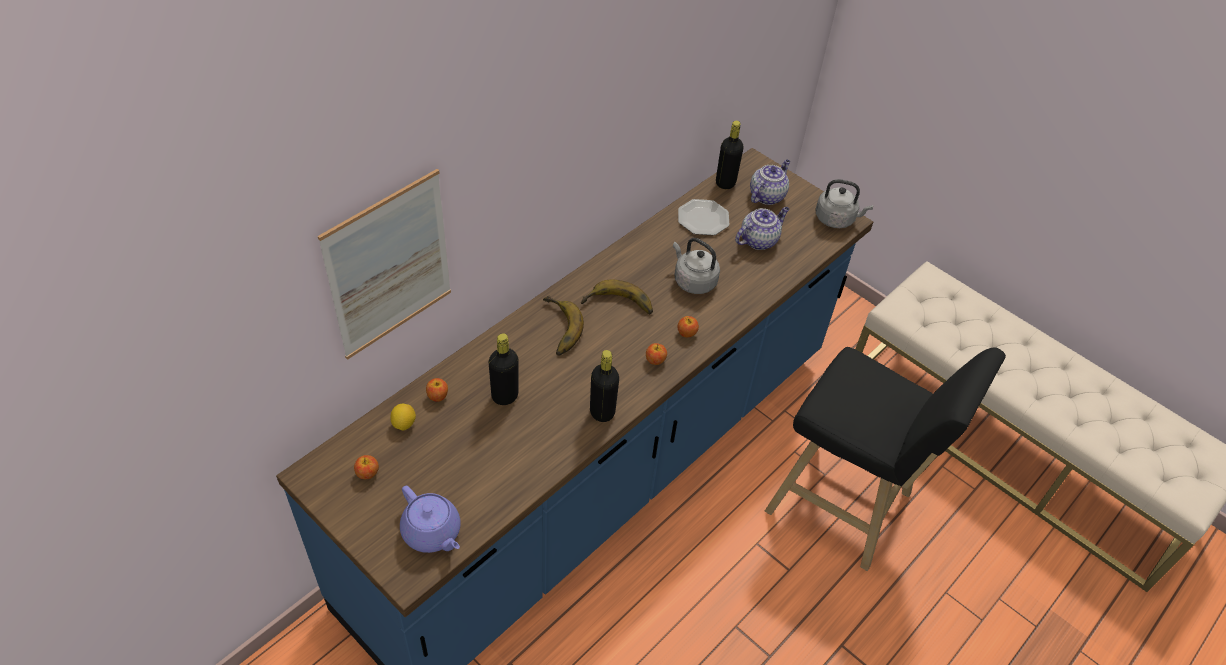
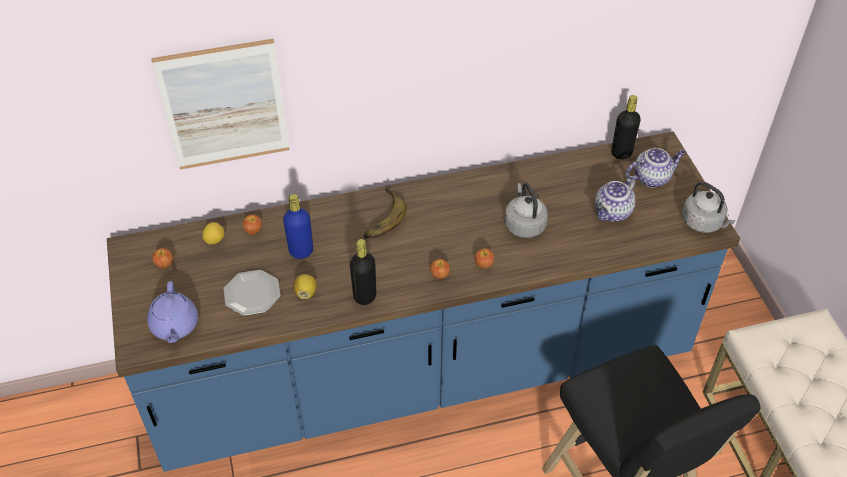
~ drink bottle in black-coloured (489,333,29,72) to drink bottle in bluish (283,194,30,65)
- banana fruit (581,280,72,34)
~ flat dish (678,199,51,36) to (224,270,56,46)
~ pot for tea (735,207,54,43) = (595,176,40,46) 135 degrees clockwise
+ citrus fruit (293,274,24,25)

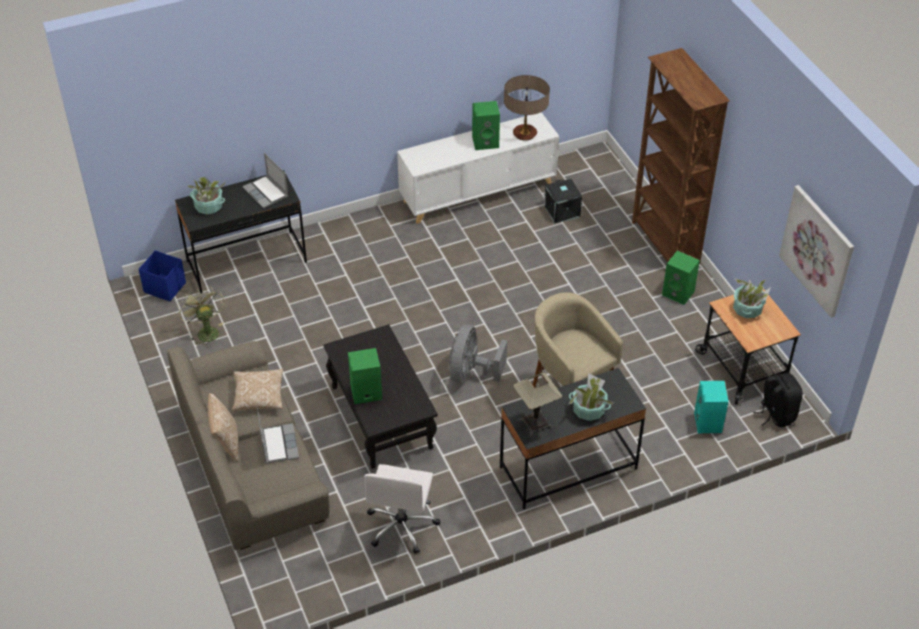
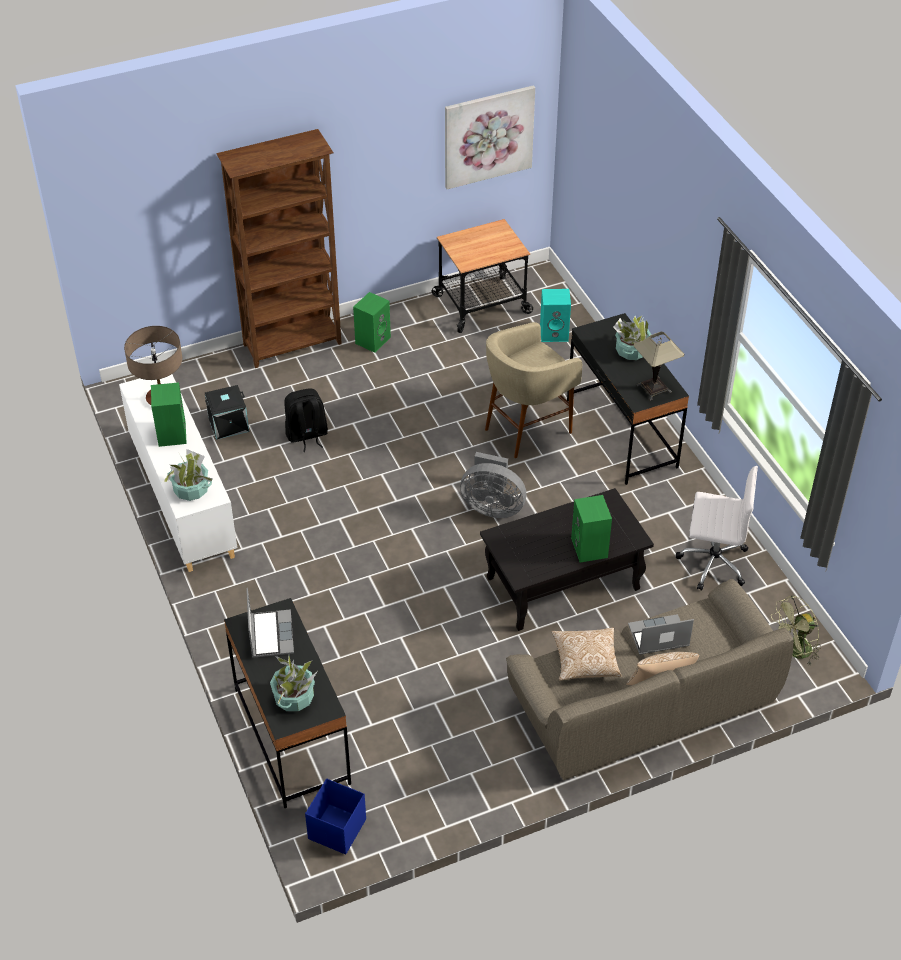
~ fan in greenish (177,286,47,62) to (771,595,50,70)
~ portable computer (243,153,45,55) = (246,588,48,70) 60 degrees counterclockwise
~ potted plant (733,278,38,40) to (163,449,50,52)
~ backpack in black-coloured (753,373,50,54) to (284,388,44,64)

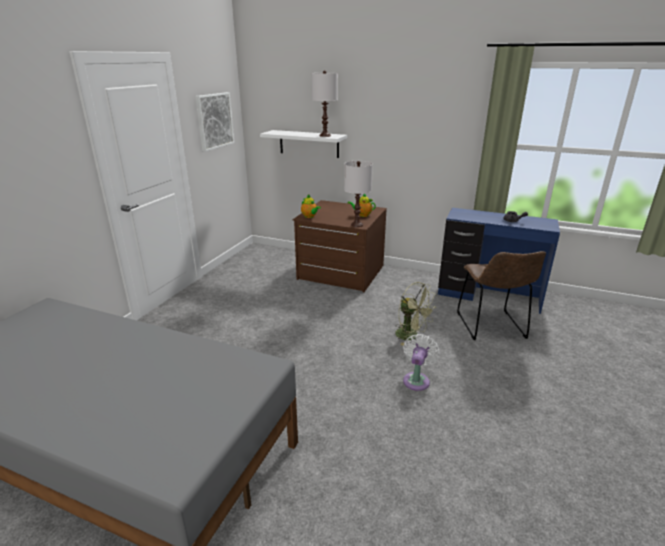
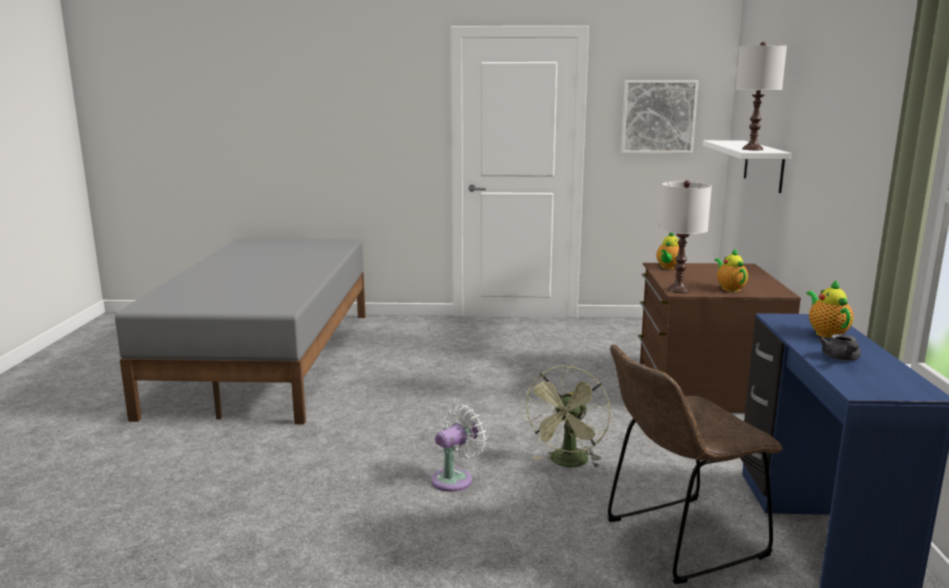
~ fan in white-coloured (403,334,37,57) = (431,404,56,88) 45 degrees counterclockwise
+ pot for tea (806,279,48,59)

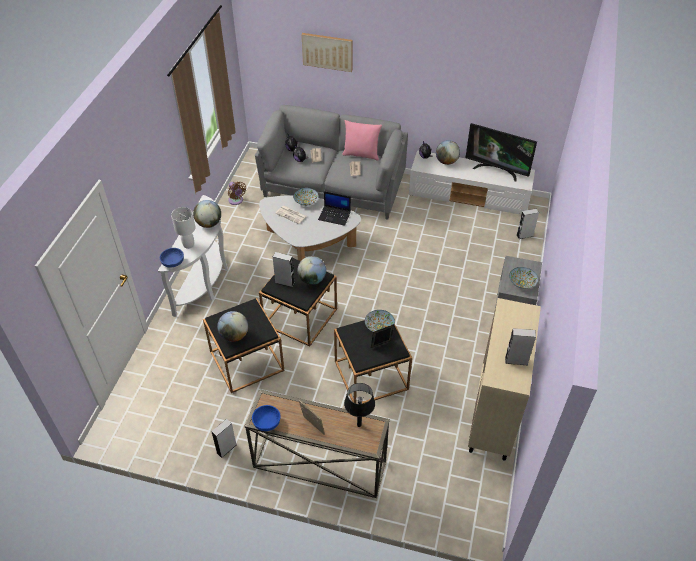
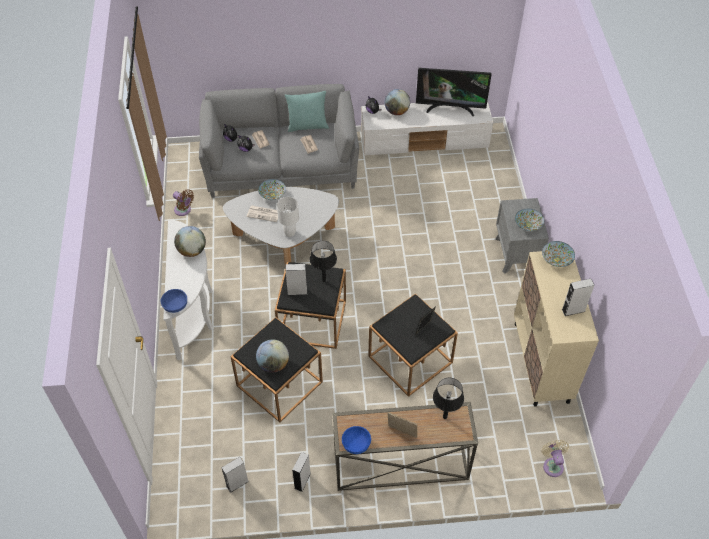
~ lamp for a table in white-coloured (171,207,25,42) to (277,197,22,40)
~ world globe (298,256,28,29) to lamp for a table in black-coloured (310,241,27,41)
- picture (302,33,51,39)
- portable computer (318,191,33,35)
~ cushion in pink-coloured (342,120,40,41) to cushion in turquoise-coloured (285,91,44,41)
~ deep dish (365,310,30,22) to (542,241,33,26)
~ speaker in greyish (516,208,23,31) to (221,457,28,36)
+ fan in beige-coloured (541,440,28,37)

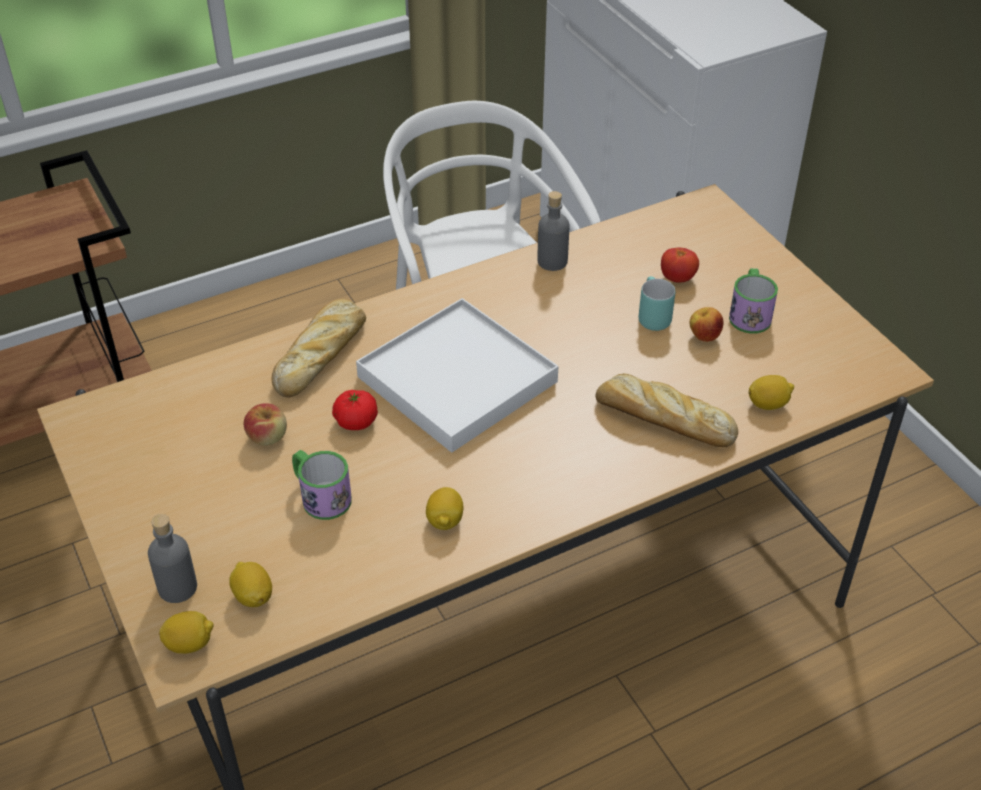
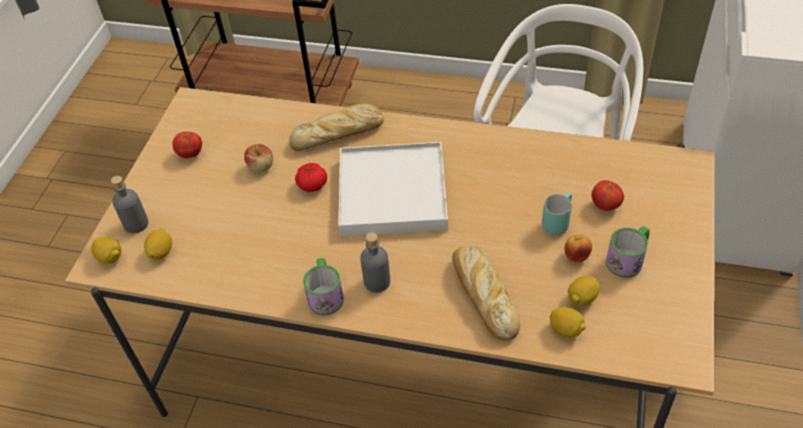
~ tea mug (292,450,60,70) to (303,258,41,57)
~ citrus fruit (426,487,38,43) to (568,276,32,30)
~ drink bottle in greyish (537,191,32,80) to (360,232,30,61)
+ fresh tomato (173,132,29,26)

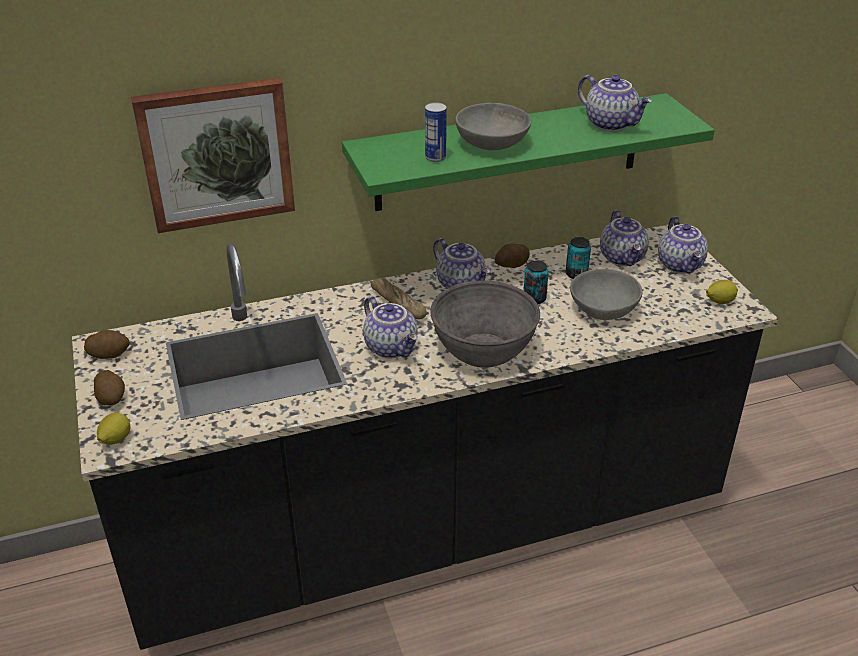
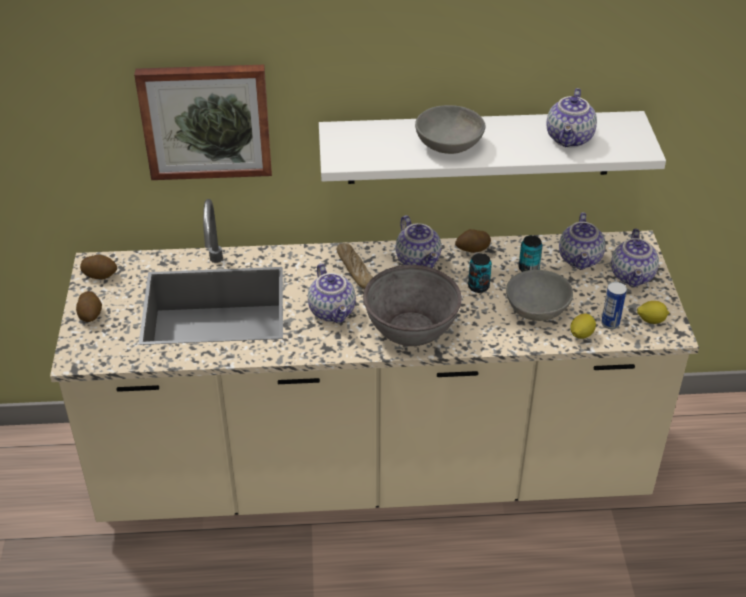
~ kitchen counter in black-coloured (72,224,706,426) to kitchen counter in beige-coloured (50,199,649,323)
~ citrus fruit (97,413,33,32) to (570,314,26,25)
~ wall shelf in greenish (342,93,373,118) to wall shelf in white-coloured (319,111,347,73)
~ metal can (425,102,22,60) to (601,282,26,47)
~ pot for tea (578,75,74,56) = (547,88,50,60) 45 degrees clockwise

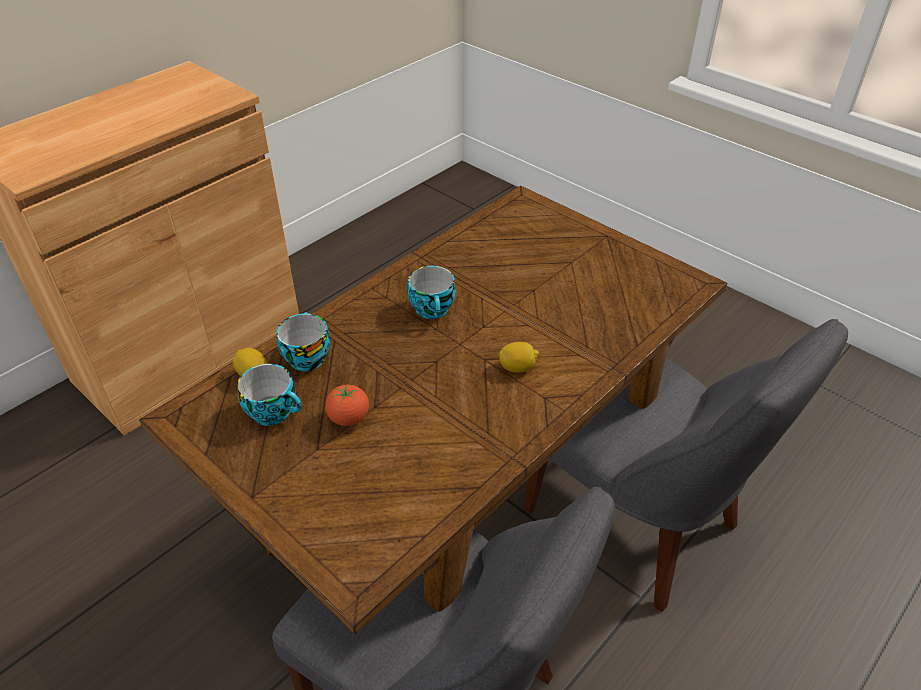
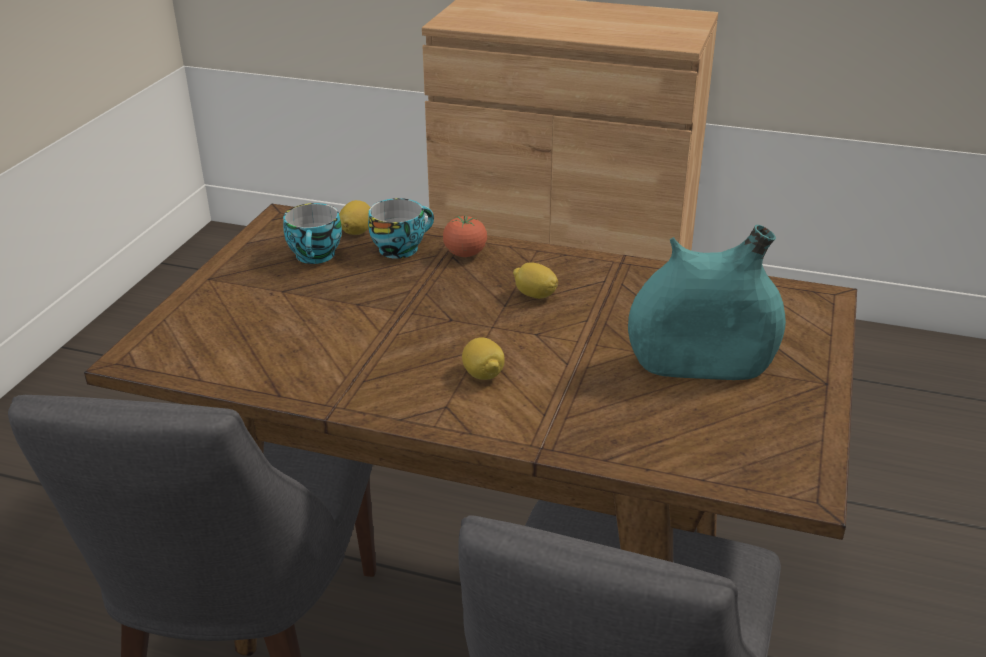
~ fresh tomato (325,384,44,42) to (443,215,44,42)
~ cup (407,266,49,53) to citrus fruit (513,262,45,37)
+ vase in turquoise-coloured (628,225,158,155)

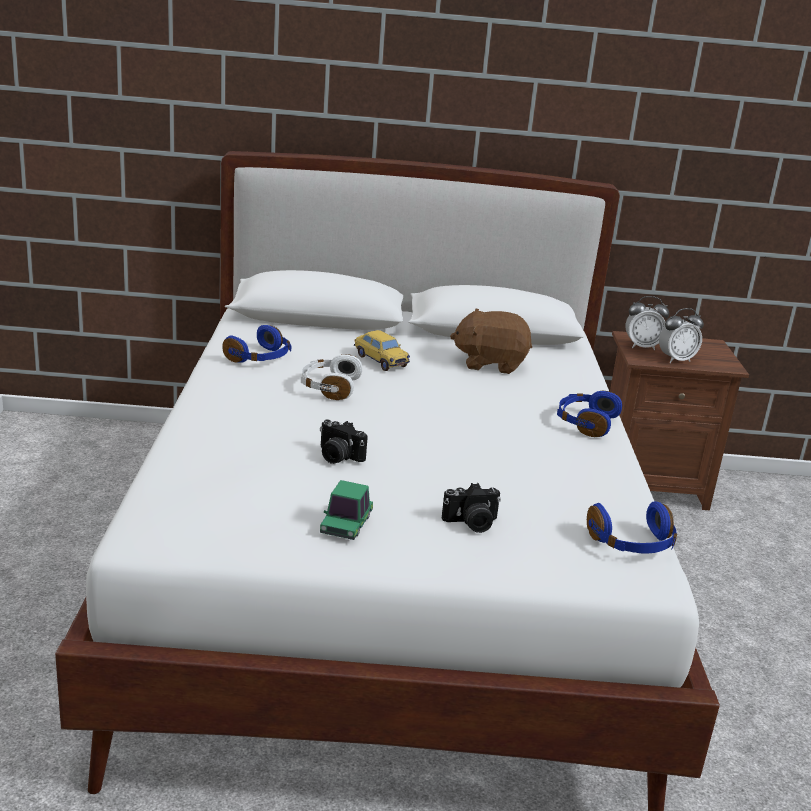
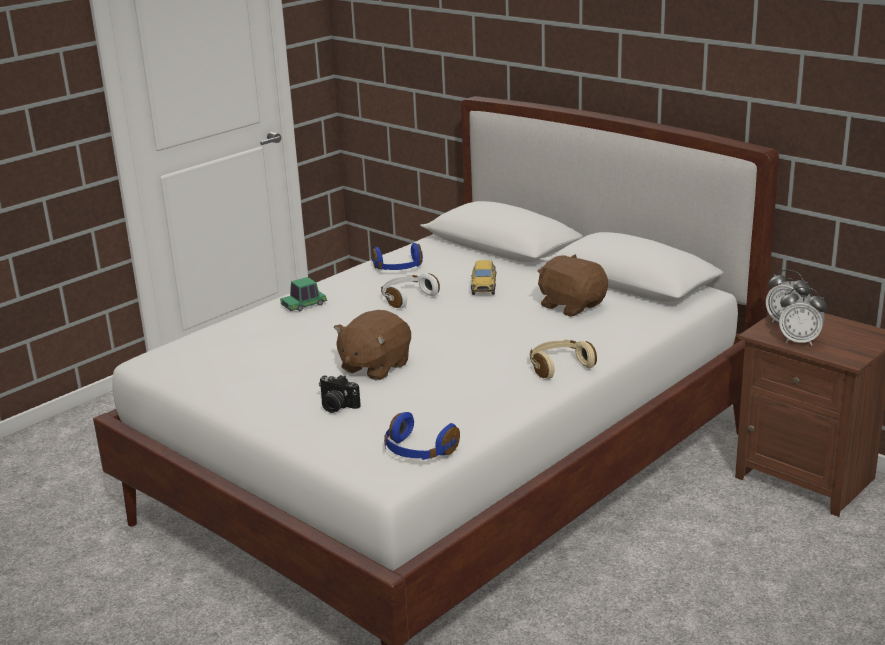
- still camera (320,419,48,45)
~ model car (320,480,53,60) to (280,277,47,34)
~ headphones in bluish (557,391,65,46) to headphones in beige-coloured (530,340,67,39)
+ cuddly toy in brown-coloured (334,310,77,70)

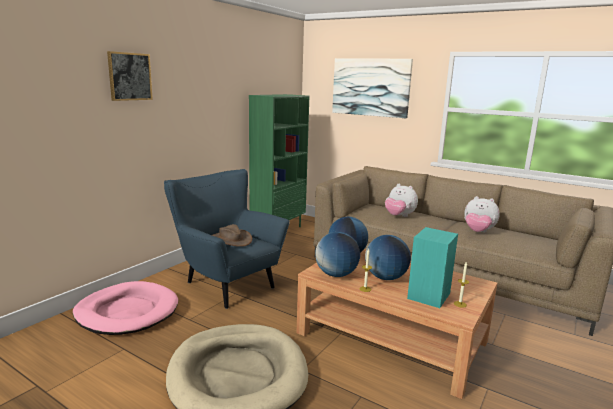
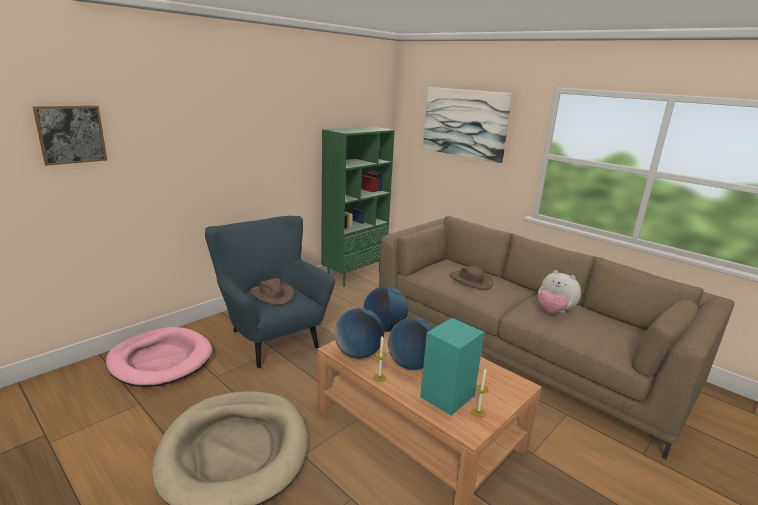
~ picture (107,51,46,50) to (33,106,74,60)
~ cuddly toy (385,184,33,33) to wearable hat in brown-coloured (449,266,44,24)

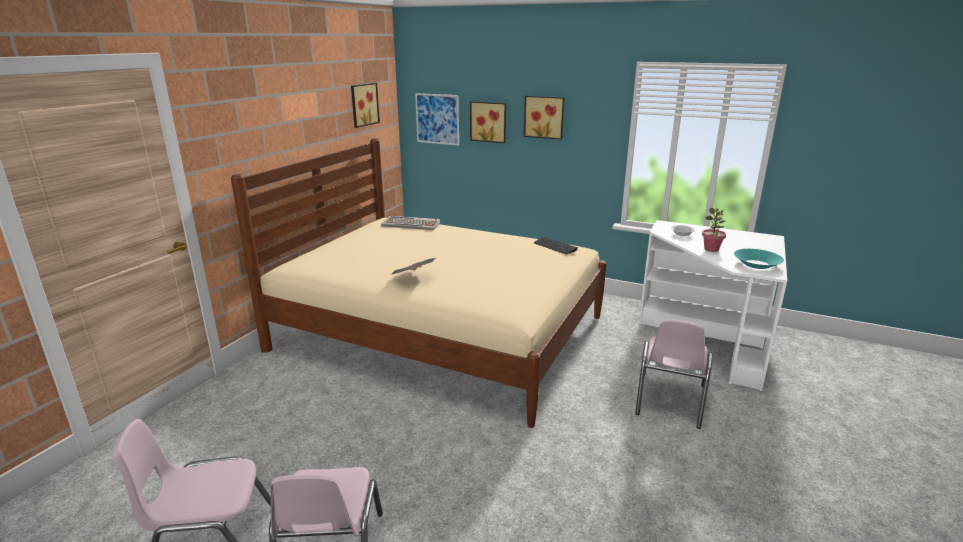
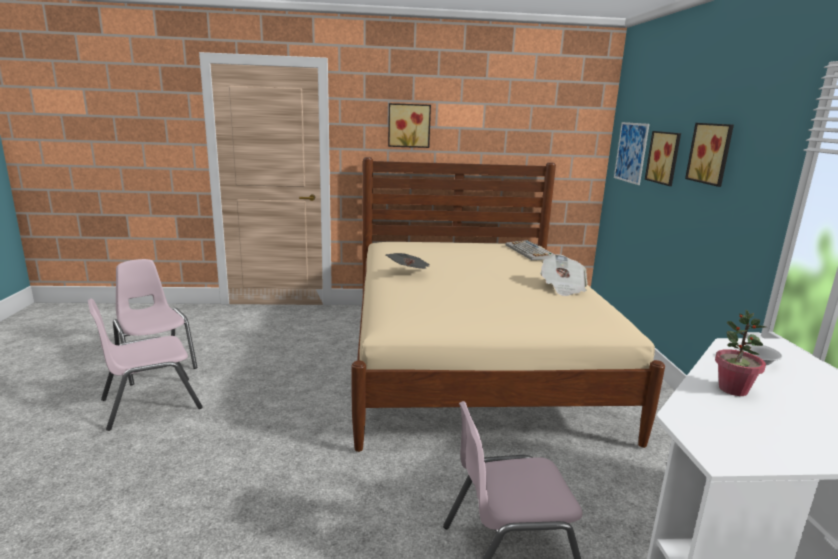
~ picture (351,83,29,45) to (388,103,43,45)
- PC keyboard (534,236,44,19)
- deep dish in turquoise-coloured (734,249,50,20)
+ newspaper (540,254,47,42)

